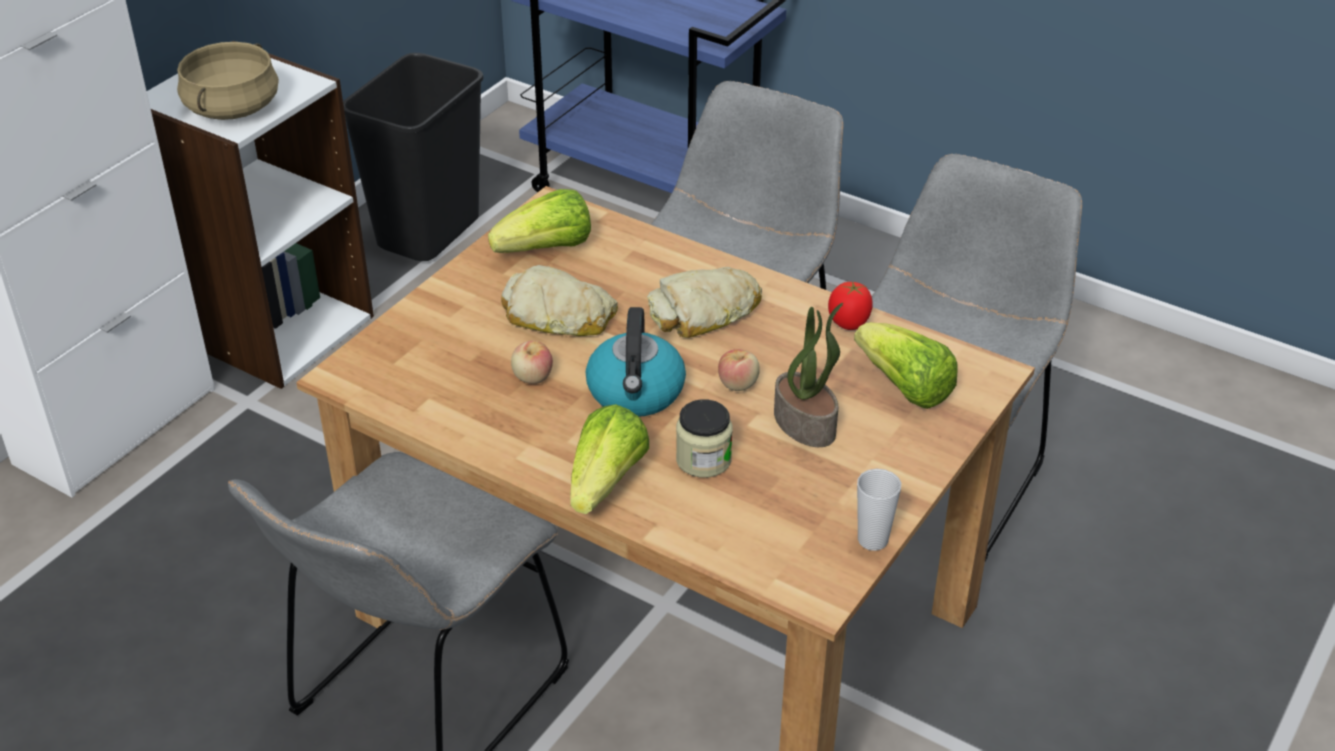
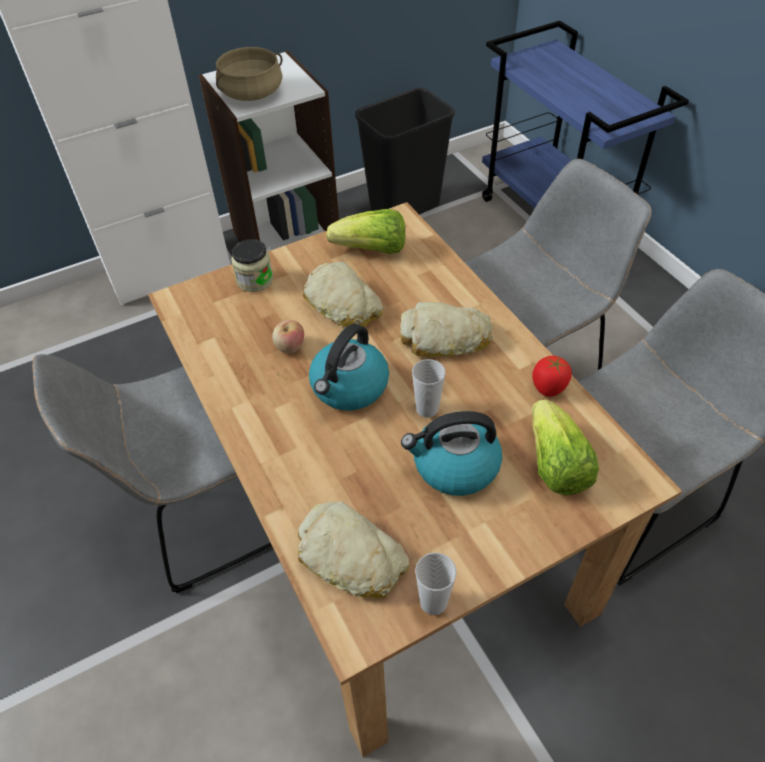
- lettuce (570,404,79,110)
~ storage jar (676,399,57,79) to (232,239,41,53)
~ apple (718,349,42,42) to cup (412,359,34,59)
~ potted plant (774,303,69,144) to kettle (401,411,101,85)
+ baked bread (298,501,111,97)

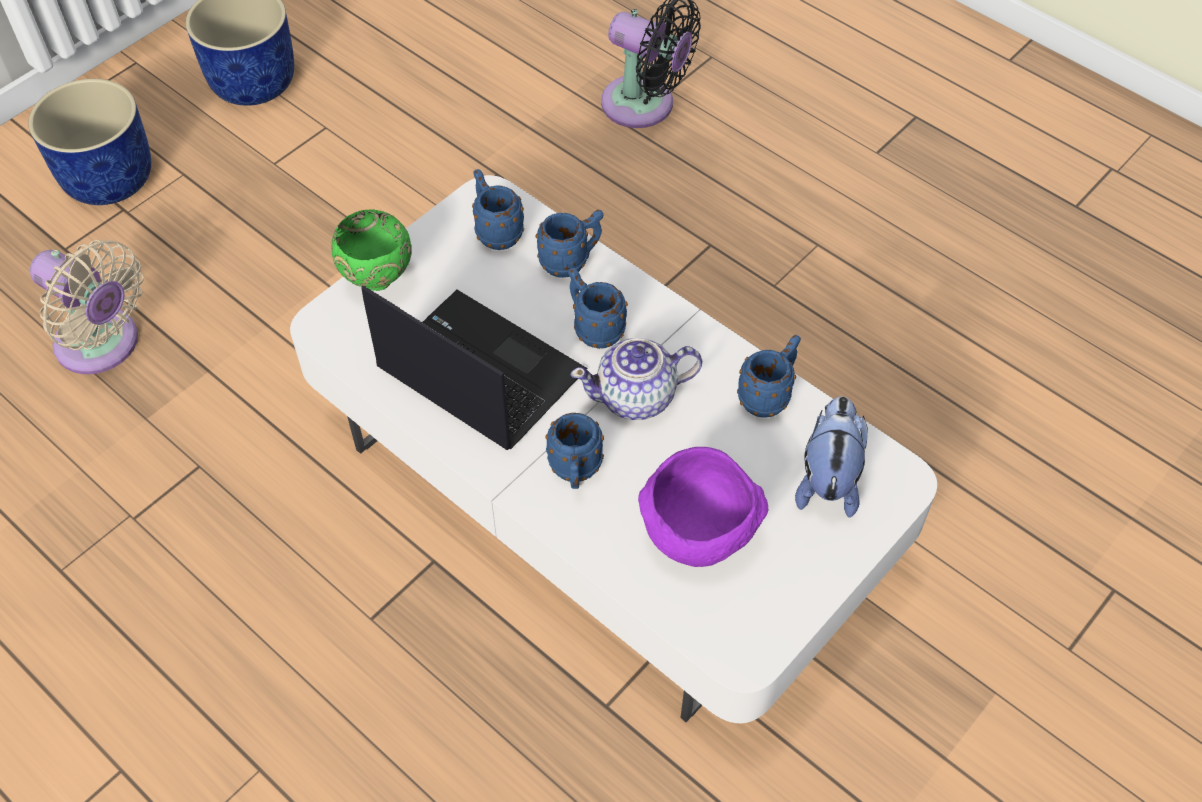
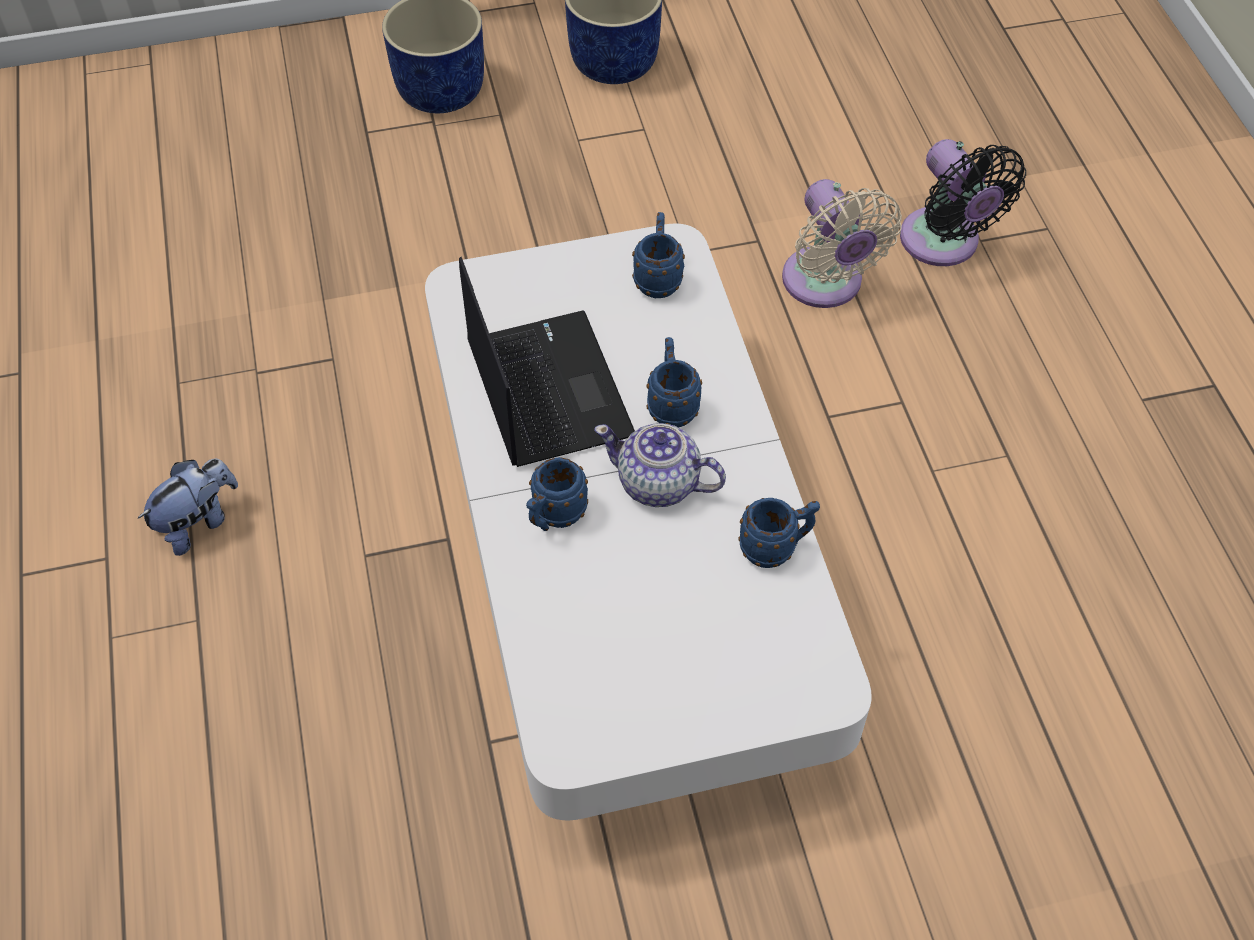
~ fan in beige-coloured (30,240,114,134) to (782,179,120,129)
- deep dish in greenish (331,209,81,82)
- tea mug in bluish (536,210,67,68)
- deep dish in purplish (638,447,130,120)
~ cuddly toy (795,396,73,122) to (137,459,101,97)

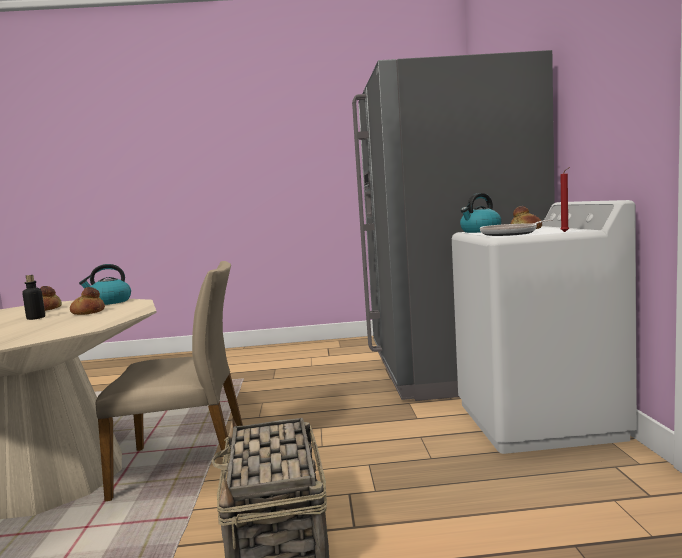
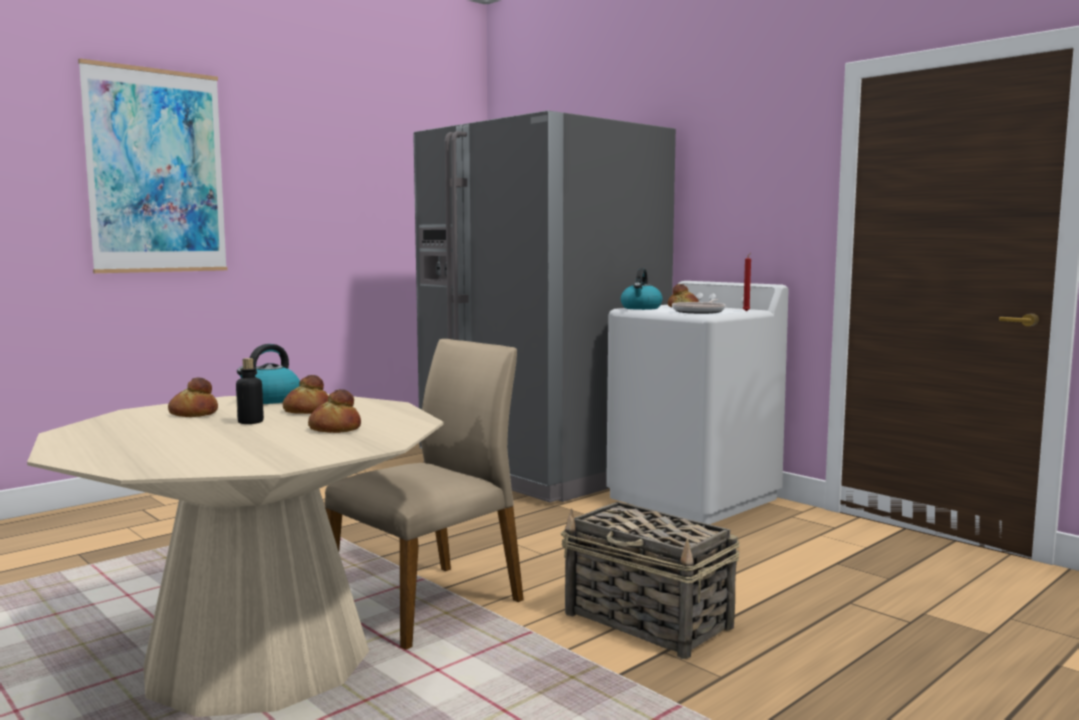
+ picture (78,58,149,215)
+ baked bread (308,389,53,44)

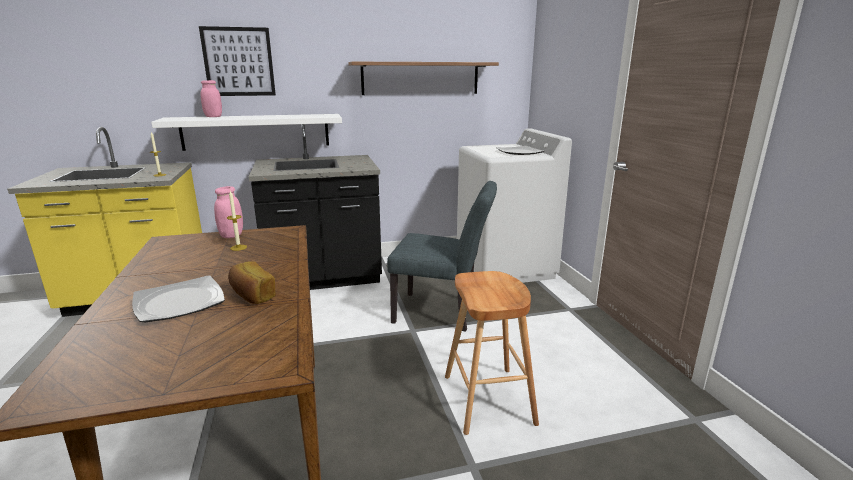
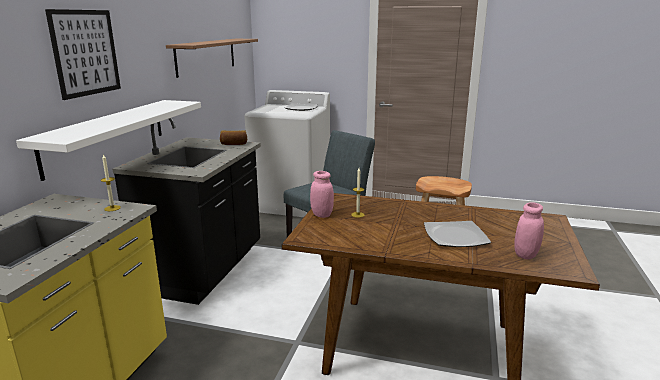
~ storage jar in pink-coloured (201,80,21,37) to (514,202,30,58)
~ baked bread (228,262,47,42) to (220,130,27,15)

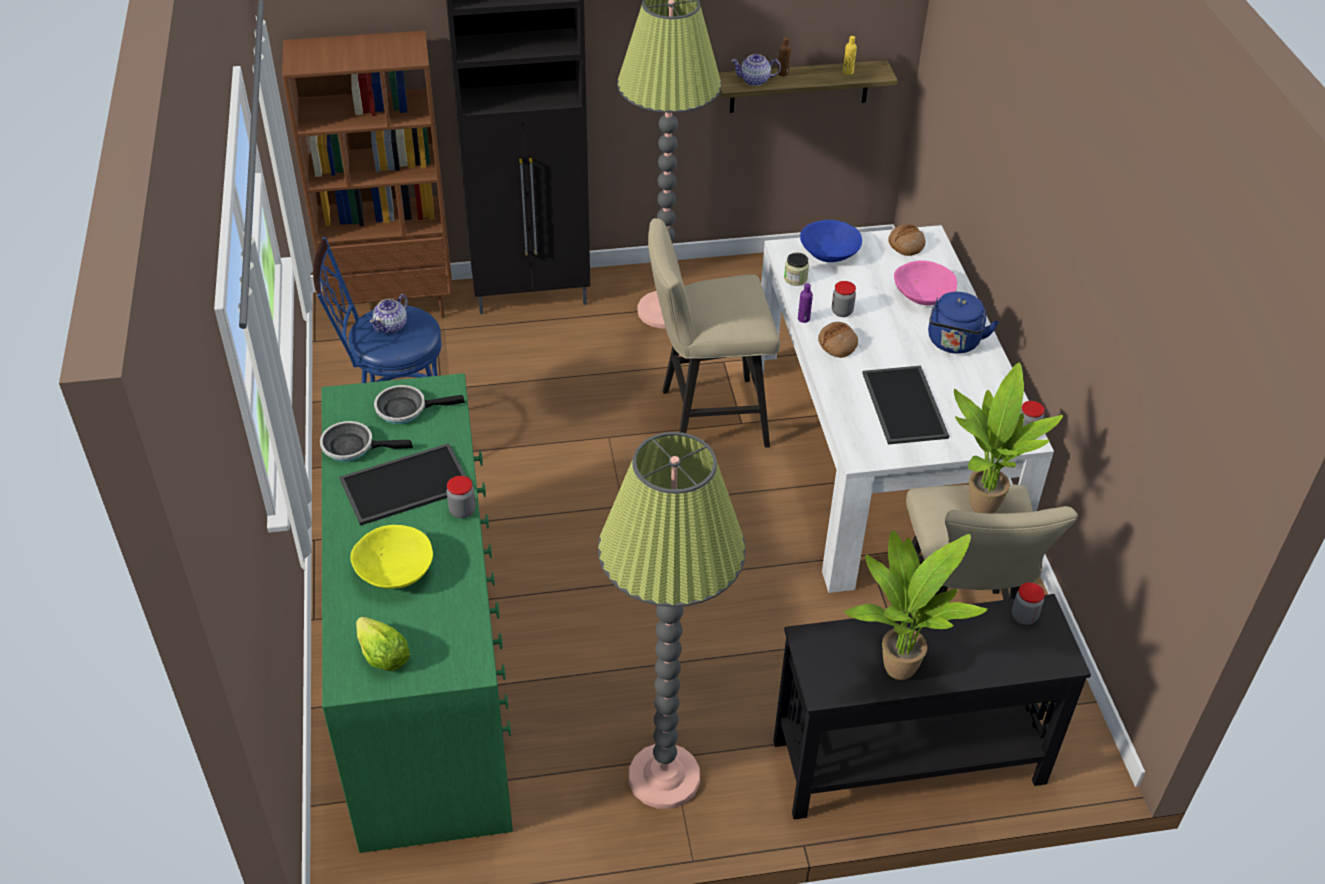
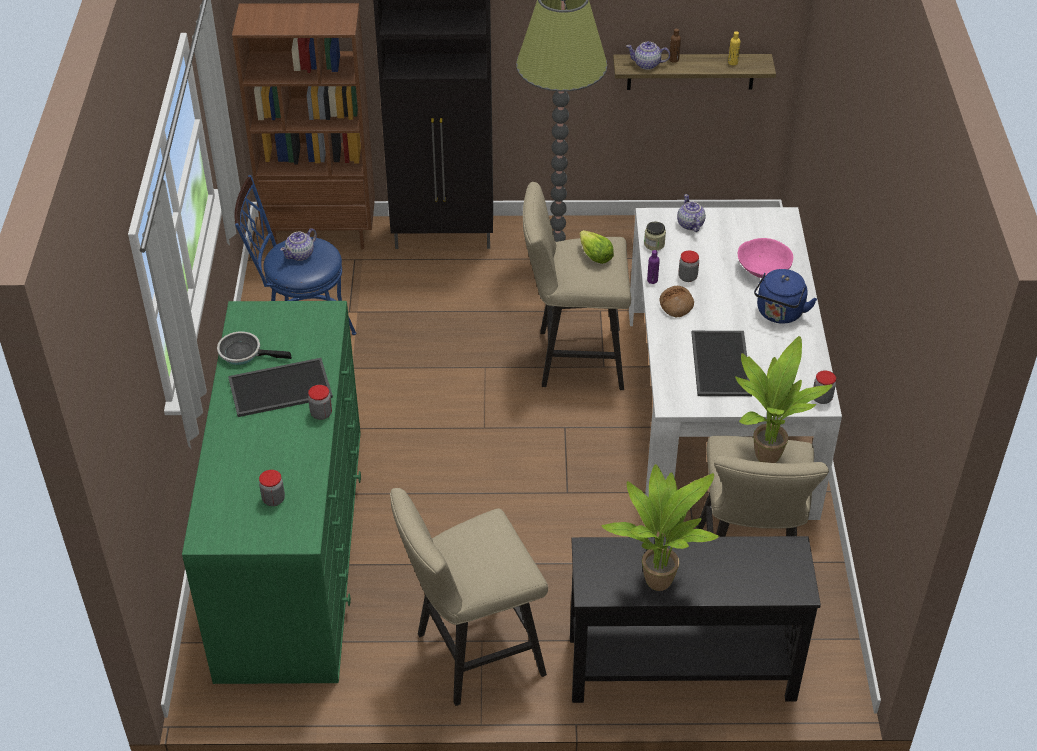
- deep dish in yellow-coloured (350,525,83,64)
~ lettuce (356,617,54,54) to (580,230,34,34)
- skillet (374,385,91,39)
~ standard lamp (598,432,148,377) to stool in beige-coloured (390,488,158,218)
~ deep dish in bluish (800,220,62,42) to pot for tea (677,194,29,38)
- baked bread (888,224,38,32)
~ storage jar (1012,582,33,43) to (259,470,26,36)

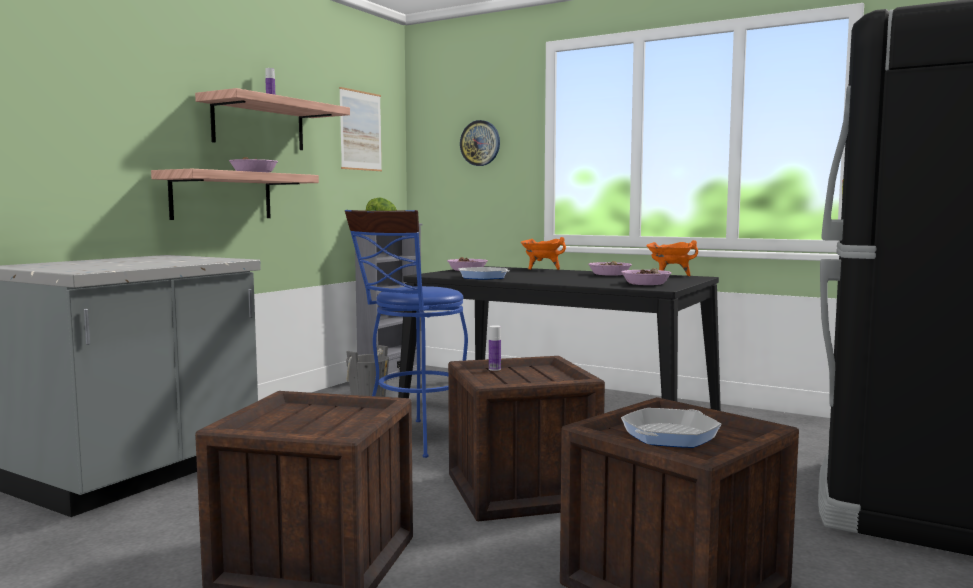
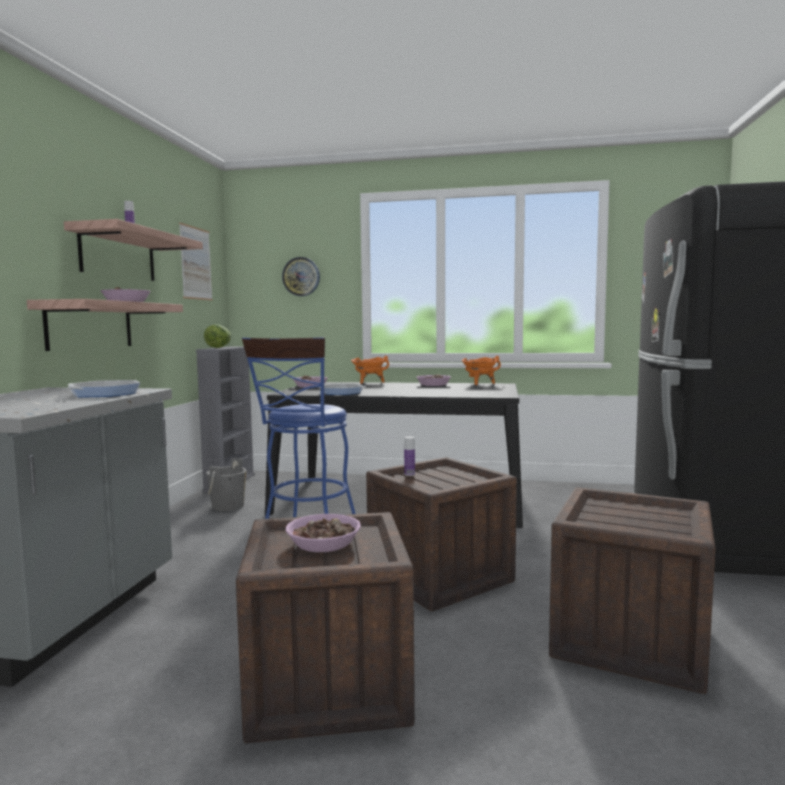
~ deep dish (621,268,50,17) to (285,514,76,38)
~ skillet (621,408,100,40) to (68,380,72,18)

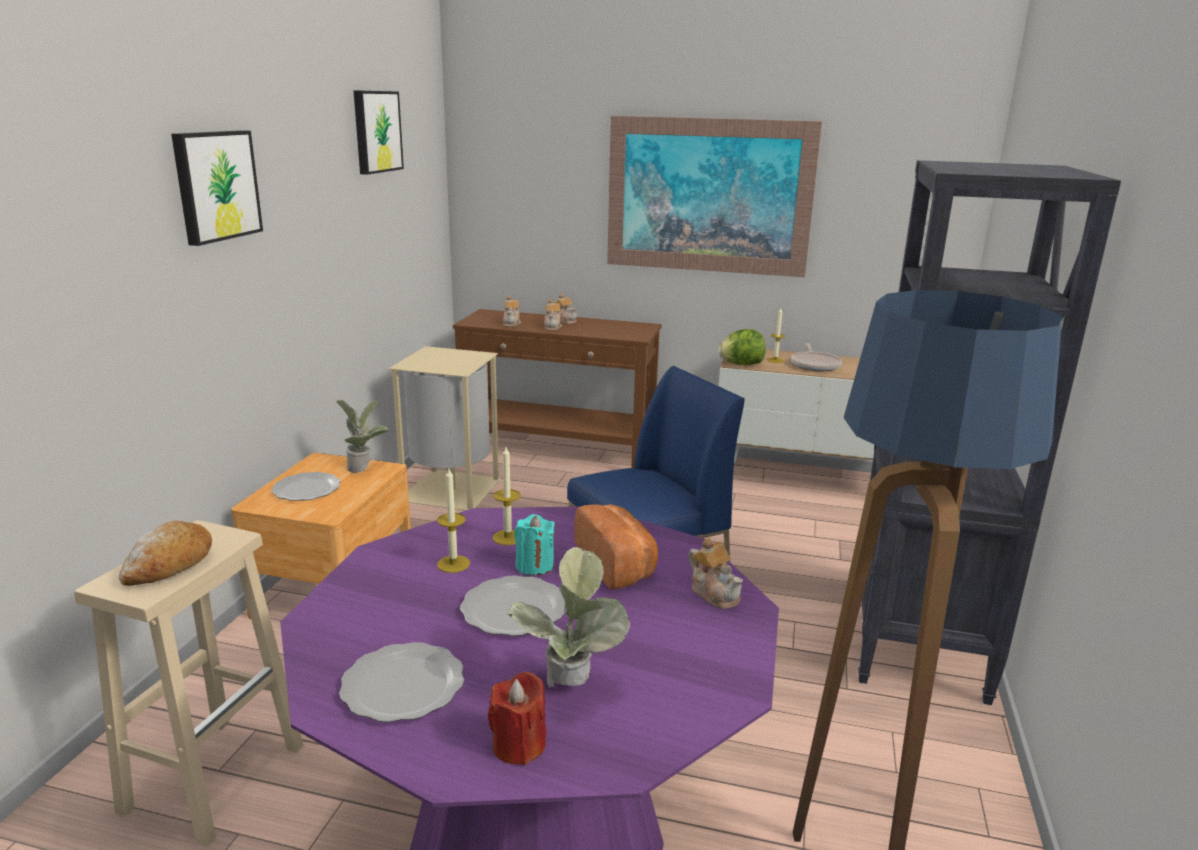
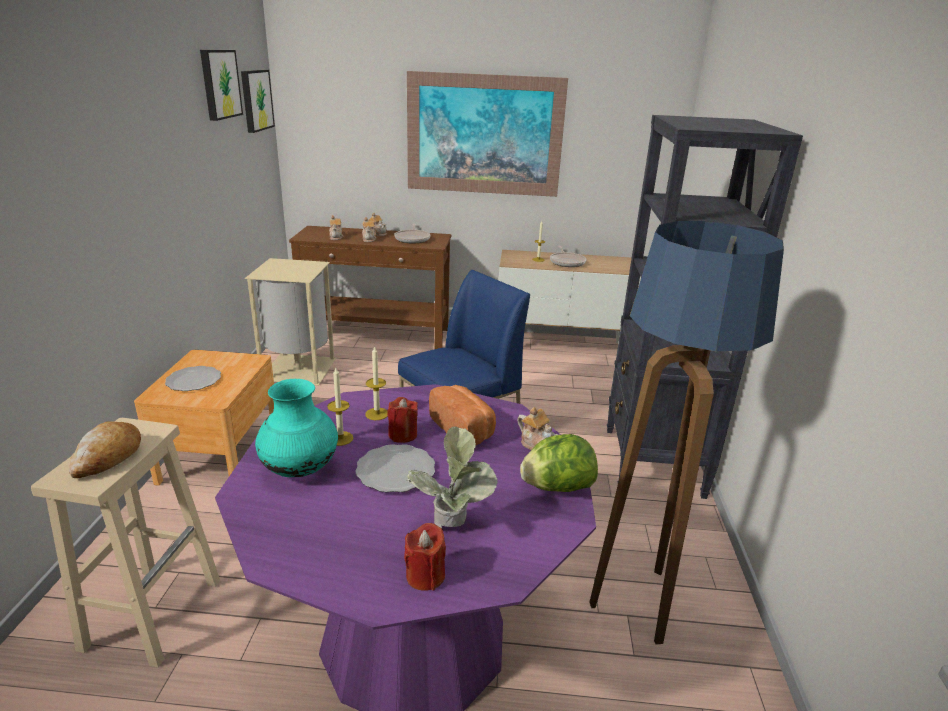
~ picture (171,130,92,116) to (241,70,34,63)
- potted plant (336,400,53,73)
- flat dish (339,642,125,80)
~ wax light in turquoise-coloured (514,514,41,61) to wax light in red-coloured (387,397,31,46)
~ lettuce (718,329,48,36) to (520,434,78,58)
+ vase in turquoise-coloured (255,379,83,98)
+ skillet (394,224,37,19)

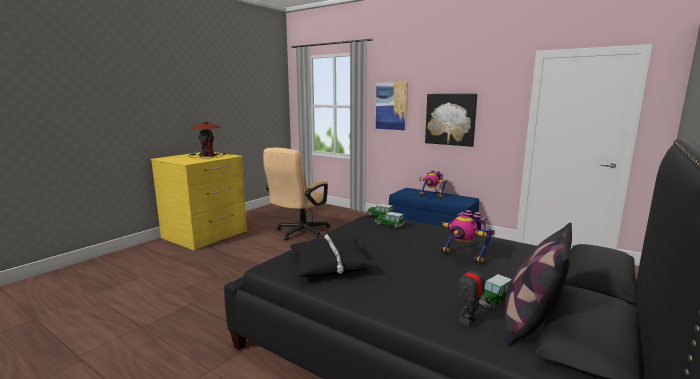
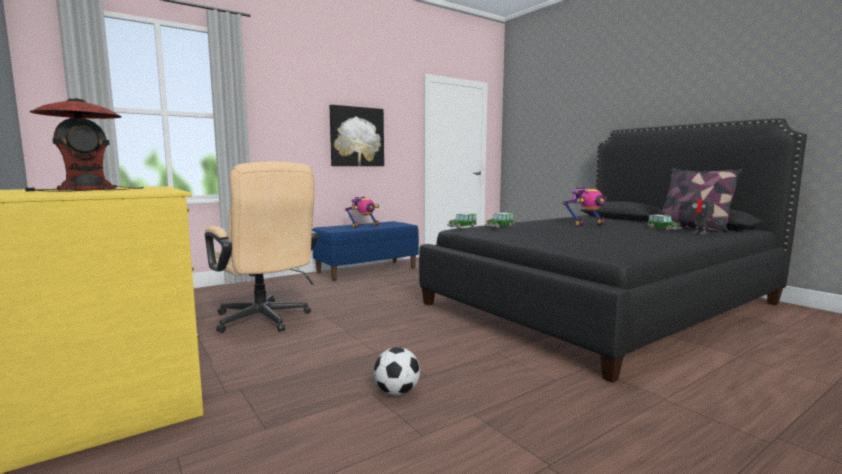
- cushion in black-coloured (290,234,86,43)
- picture (376,82,32,48)
+ football ball (374,347,46,48)

